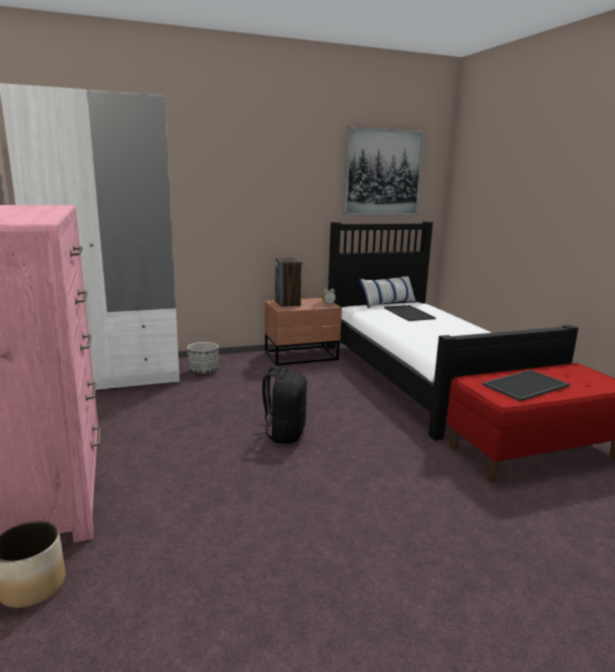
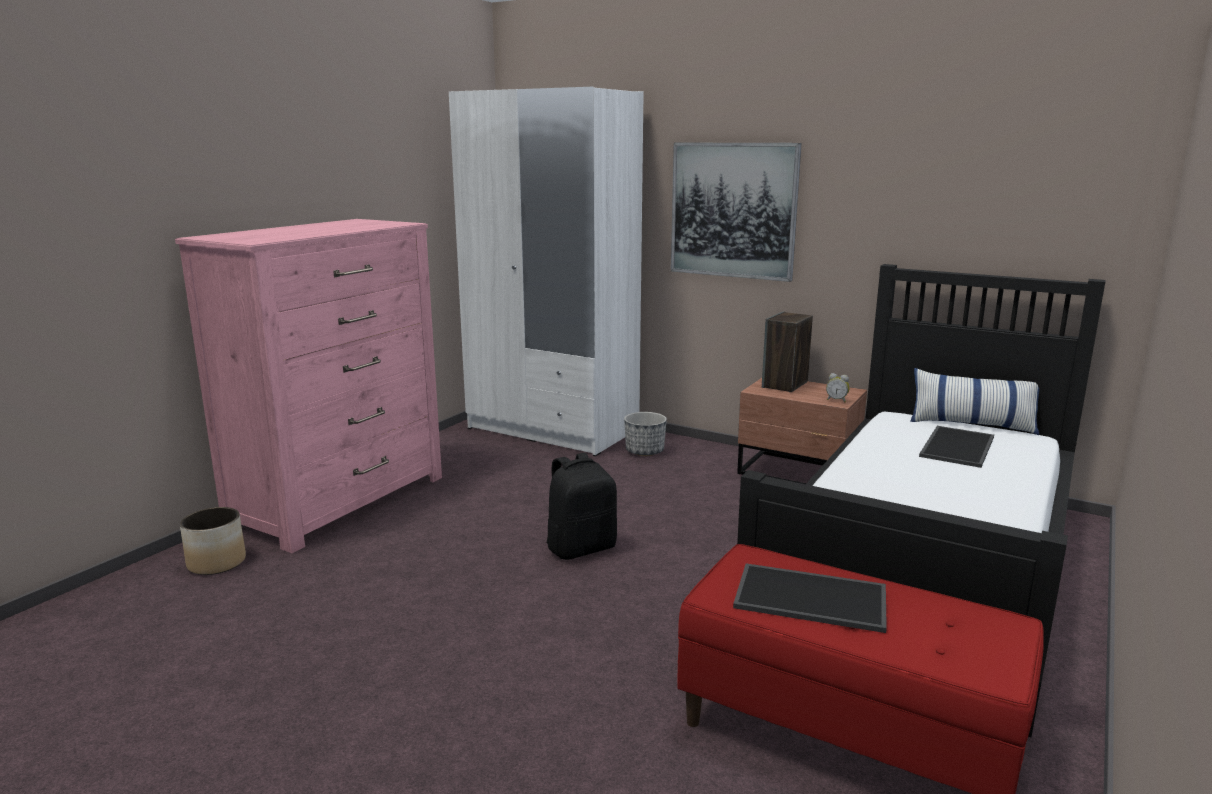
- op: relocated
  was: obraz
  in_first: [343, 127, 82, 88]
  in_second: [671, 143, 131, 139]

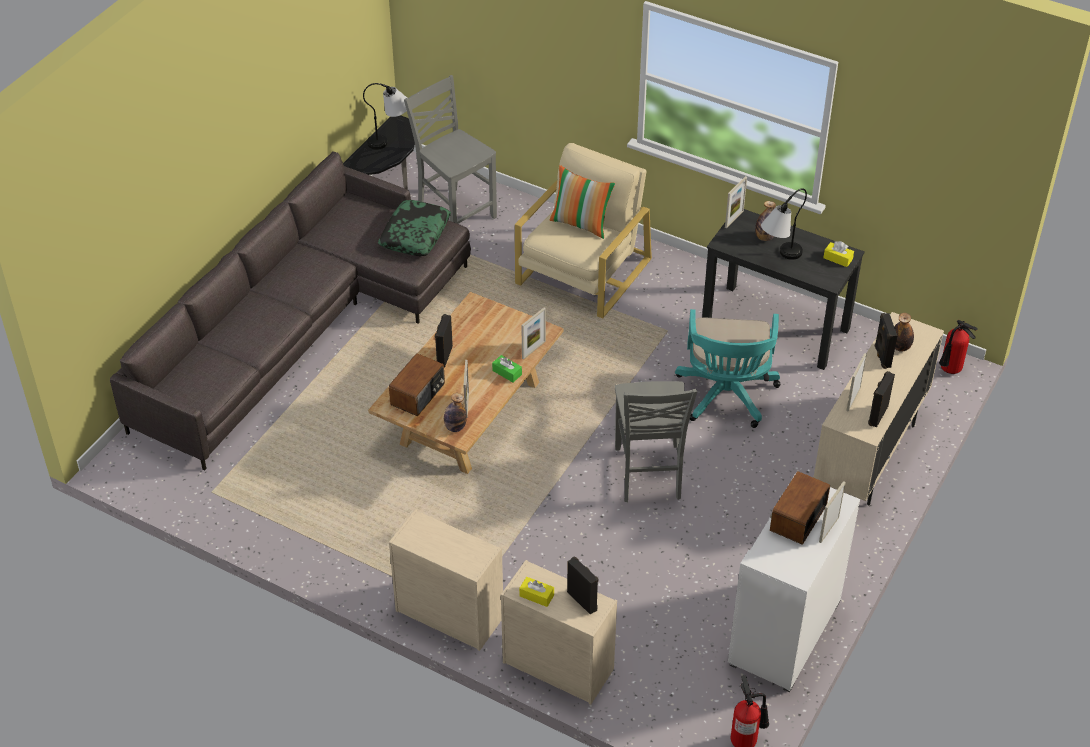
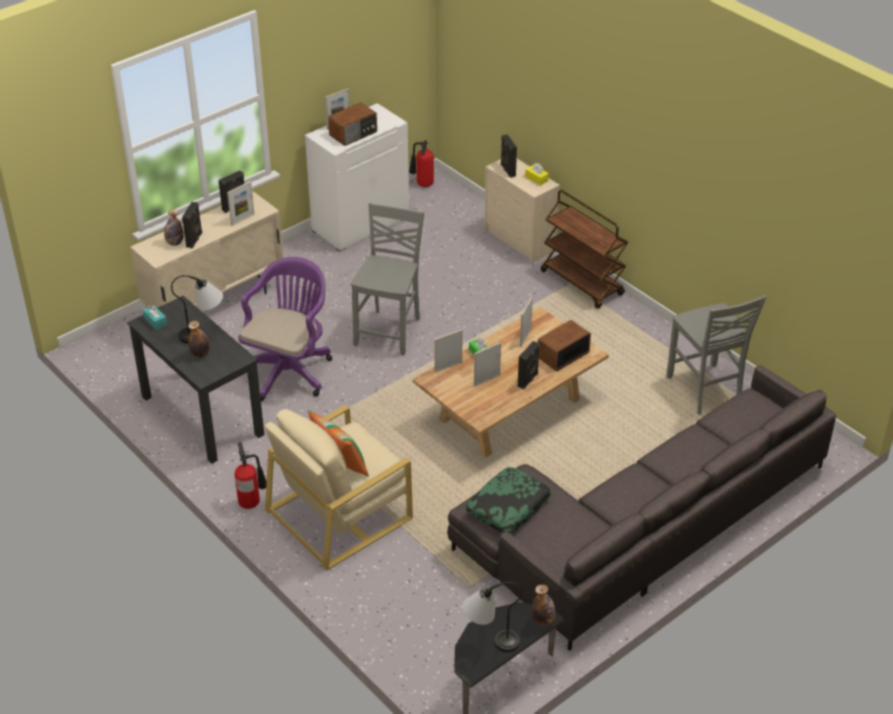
- op: relocated
  was: krzesło [szary]
  in_first: [404, 75, 93, 149]
  in_second: [667, 295, 99, 120]
- op: relocated
  was: ramka na zdjęcie
  in_first: [725, 176, 22, 52]
  in_second: [474, 342, 27, 45]
- op: colour
  was: pudełko chusteczek [żółty]
  now: pudełko chusteczek [turkusowy]
  in_first: [823, 241, 31, 26]
  in_second: [143, 305, 24, 25]
- op: colour
  was: krzesło biurowe [turkusowy]
  now: krzesło biurowe [fioletowy]
  in_first: [675, 309, 106, 119]
  in_second: [238, 257, 94, 144]
- op: relocated
  was: gaśnica
  in_first: [939, 320, 39, 54]
  in_second: [235, 442, 32, 67]
- op: relocated
  was: butelka
  in_first: [444, 393, 23, 39]
  in_second: [532, 584, 23, 42]
- op: exchanged
  was: komoda [beżowy]
  now: wózek [brązowy]
  in_first: [389, 509, 114, 142]
  in_second: [541, 190, 87, 119]

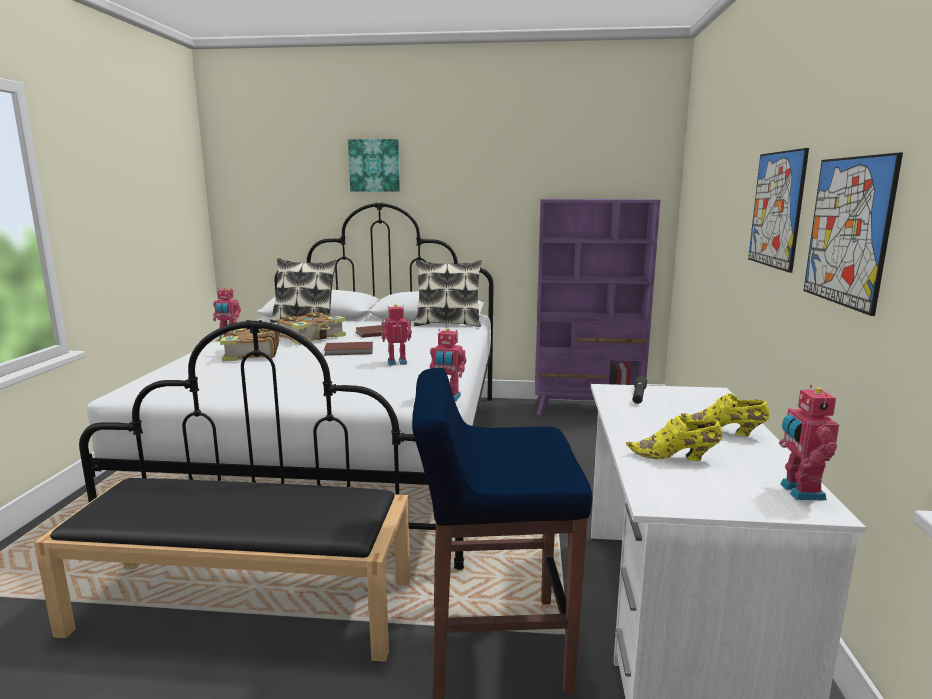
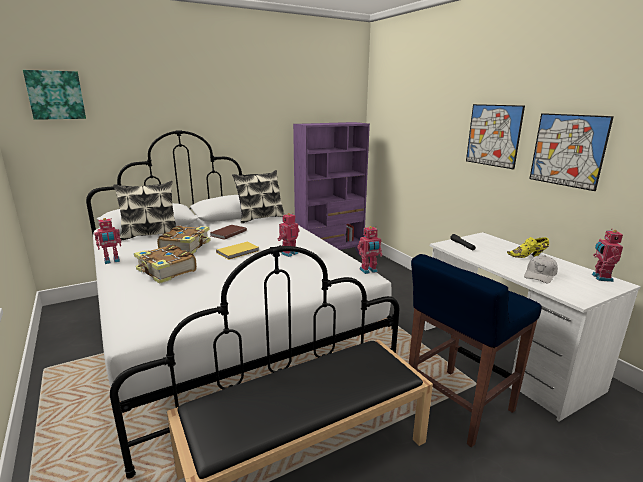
- op: relocated
  was: obraz
  in_first: [348, 139, 52, 53]
  in_second: [23, 70, 63, 50]
- op: colour
  was: książka [brązowy]
  now: książka [żółty]
  in_first: [324, 342, 49, 14]
  in_second: [216, 242, 43, 18]
- op: spun
  was: robot zabawkowy
  in_first: [779, 385, 60, 115]
  in_second: [592, 229, 31, 53]
  clockwise: 45
- op: exchanged
  was: but [żółty]
  now: czapka z daszkiem [biały]
  in_first: [626, 416, 96, 45]
  in_second: [524, 255, 34, 29]

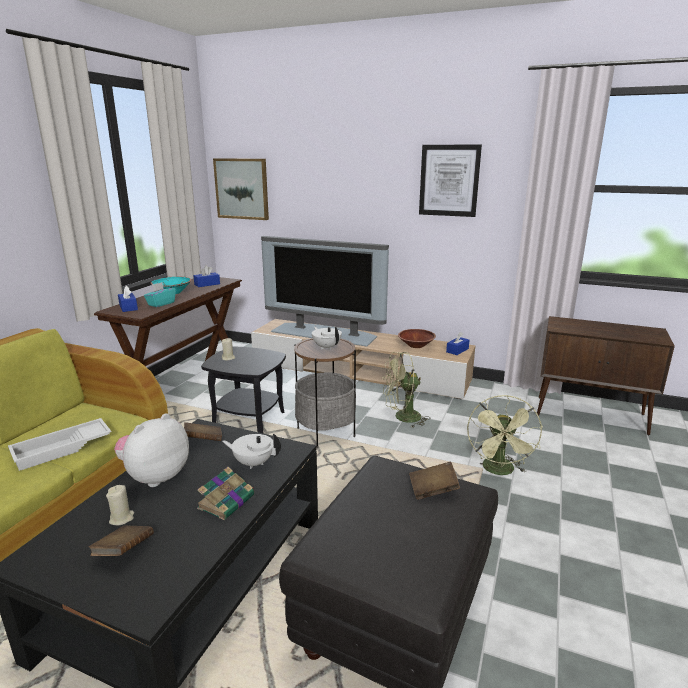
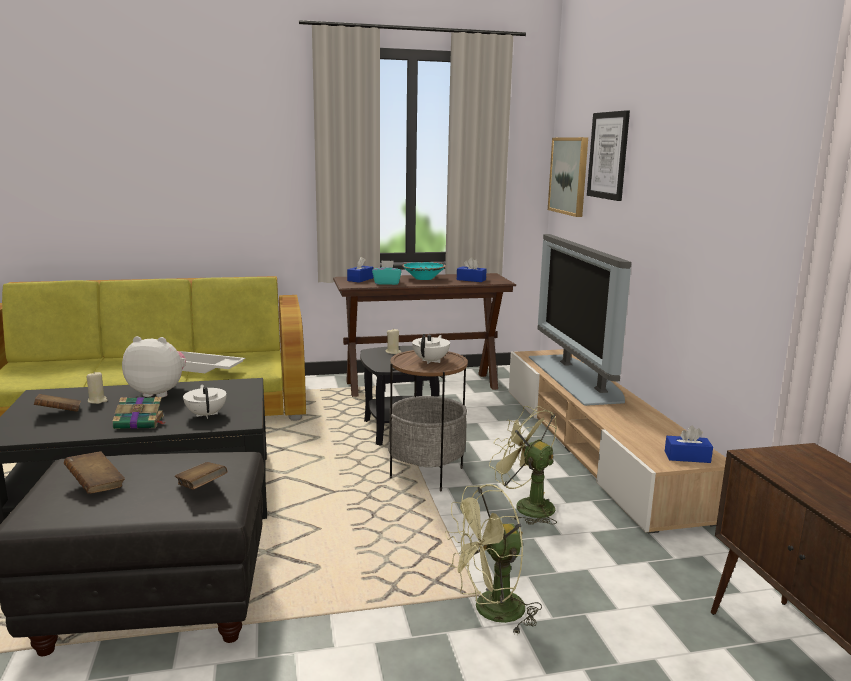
- op: relocated
  was: obraz
  in_first: [419, 145, 63, 72]
  in_second: [587, 110, 43, 91]
- op: missing
  was: miska [brązowy]
  in_first: [398, 329, 38, 19]
- op: relocated
  was: książka [brązowy]
  in_first: [184, 422, 38, 19]
  in_second: [64, 451, 61, 43]

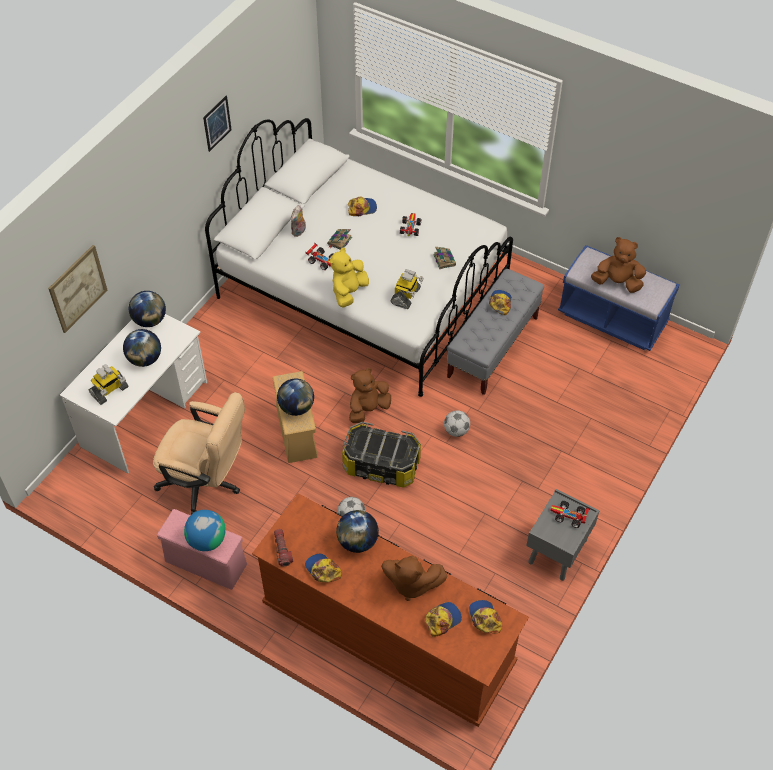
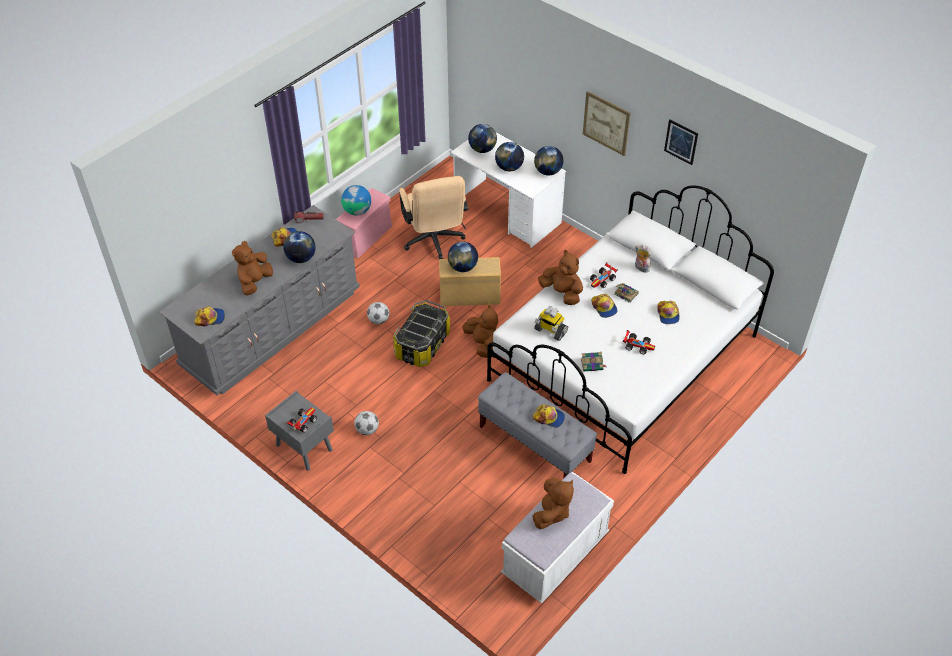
- op: relocated
  was: obraz
  in_first: [48, 245, 59, 88]
  in_second: [583, 91, 48, 65]
- op: colour
  was: ławka [niebieski]
  now: ławka [biały]
  in_first: [558, 245, 121, 106]
  in_second: [501, 472, 113, 132]
- op: colour
  was: pluszak [żółty]
  now: pluszak [brązowy]
  in_first: [330, 248, 39, 59]
  in_second: [538, 250, 45, 55]
- op: exchanged
  was: robot zabawkowy
  now: globus
  in_first: [88, 364, 41, 41]
  in_second: [468, 124, 29, 29]
- op: spun
  was: krzesło biurowe [beżowy]
  in_first: [153, 392, 92, 123]
  in_second: [399, 176, 69, 83]
  clockwise: -45
- op: relocated
  was: piłka futbolowa
  in_first: [444, 411, 26, 26]
  in_second: [354, 411, 25, 24]
- op: colour
  was: komoda [brązowy]
  now: komoda [szary]
  in_first: [252, 493, 277, 234]
  in_second: [159, 205, 201, 190]
- op: relocated
  was: czapka z daszkiem
  in_first: [425, 602, 37, 35]
  in_second: [591, 294, 27, 24]

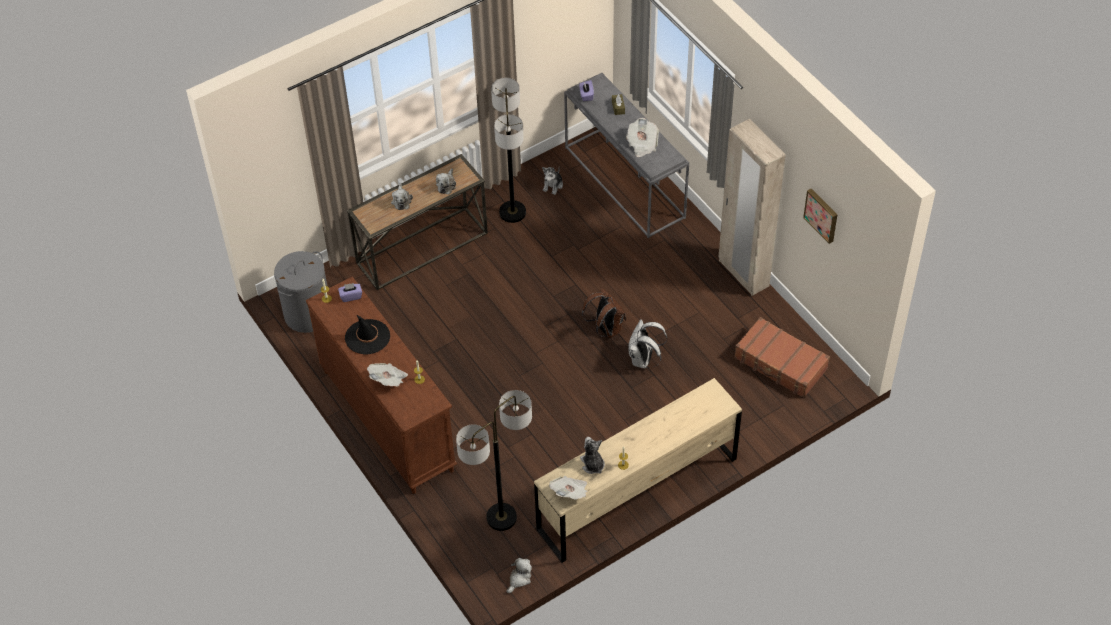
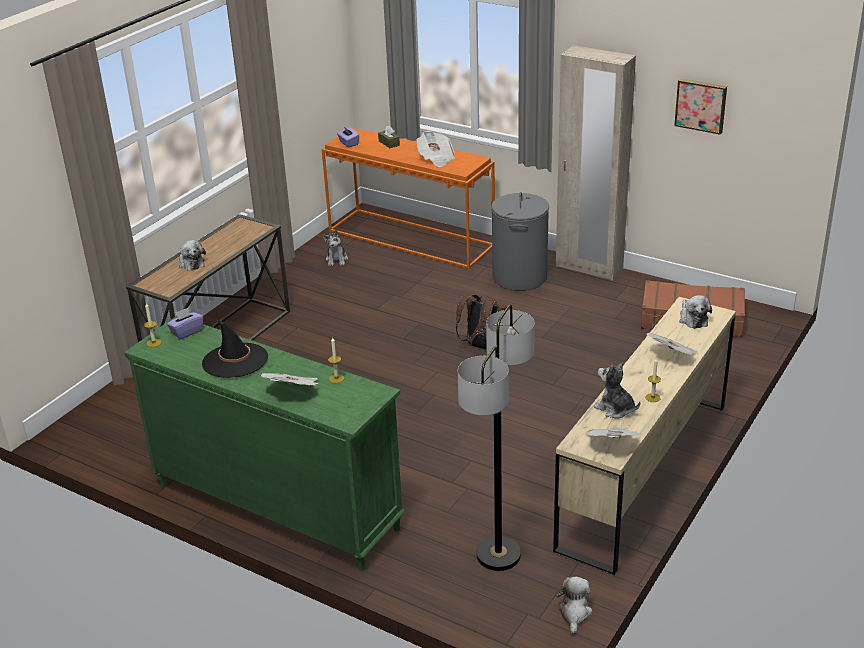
- op: colour
  was: stolik konsolowy [szary]
  now: stolik konsolowy [pomarańczowy]
  in_first: [564, 73, 125, 165]
  in_second: [322, 128, 173, 142]
- op: missing
  was: lampa stojąca
  in_first: [491, 78, 35, 145]
- op: relocated
  was: pluszak
  in_first: [436, 168, 20, 27]
  in_second: [679, 295, 33, 34]
- op: relocated
  was: kosz na pranie [szary]
  in_first: [274, 251, 53, 82]
  in_second: [491, 192, 58, 99]
- op: colour
  was: komoda [brązowy]
  now: komoda [zielony]
  in_first: [306, 277, 151, 217]
  in_second: [124, 316, 282, 255]
- op: missing
  was: plecak [biały]
  in_first: [628, 319, 39, 49]
- op: appeared
  now: gazeta
  in_second: [646, 333, 52, 23]

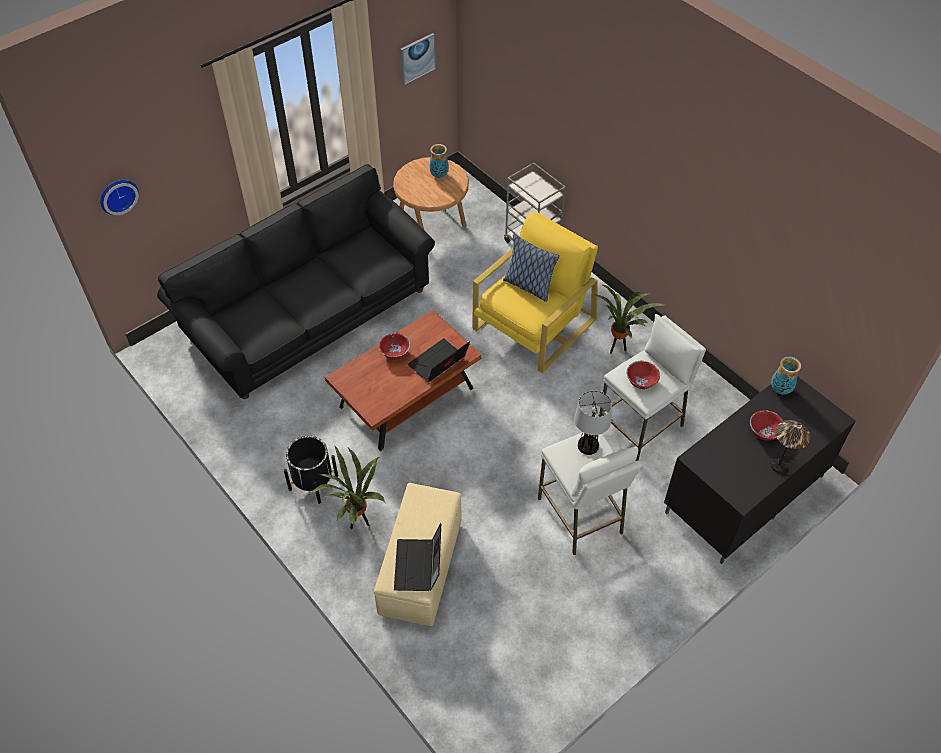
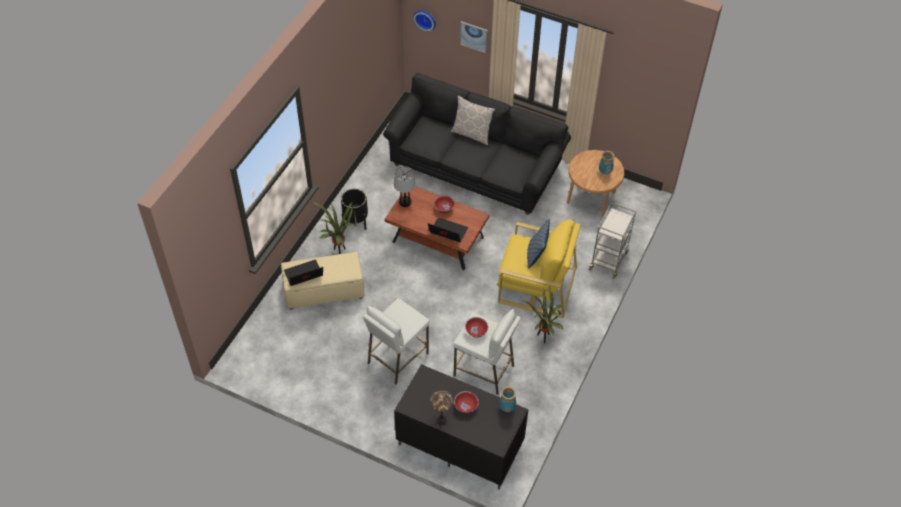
- op: relocated
  was: obraz
  in_first: [400, 33, 36, 52]
  in_second: [460, 21, 28, 32]
- op: relocated
  was: lampa stołowa
  in_first: [574, 390, 38, 65]
  in_second: [394, 166, 21, 41]
- op: appeared
  now: poduszka
  in_second: [451, 95, 44, 51]

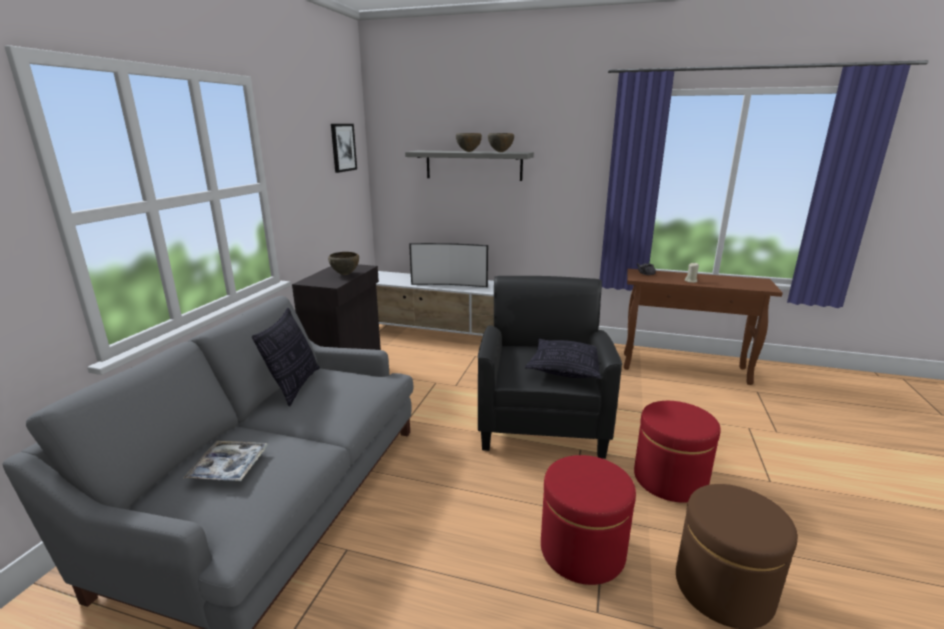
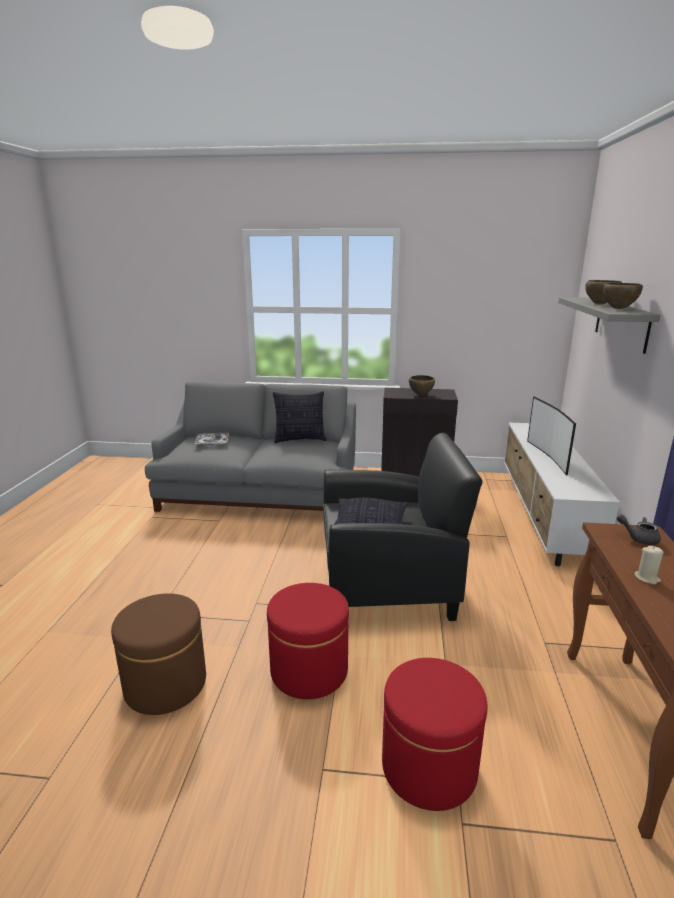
- op: missing
  was: obraz
  in_first: [331, 124, 26, 49]
- op: relocated
  was: pufa [czerwony]
  in_first: [541, 455, 95, 130]
  in_second: [382, 658, 105, 153]

